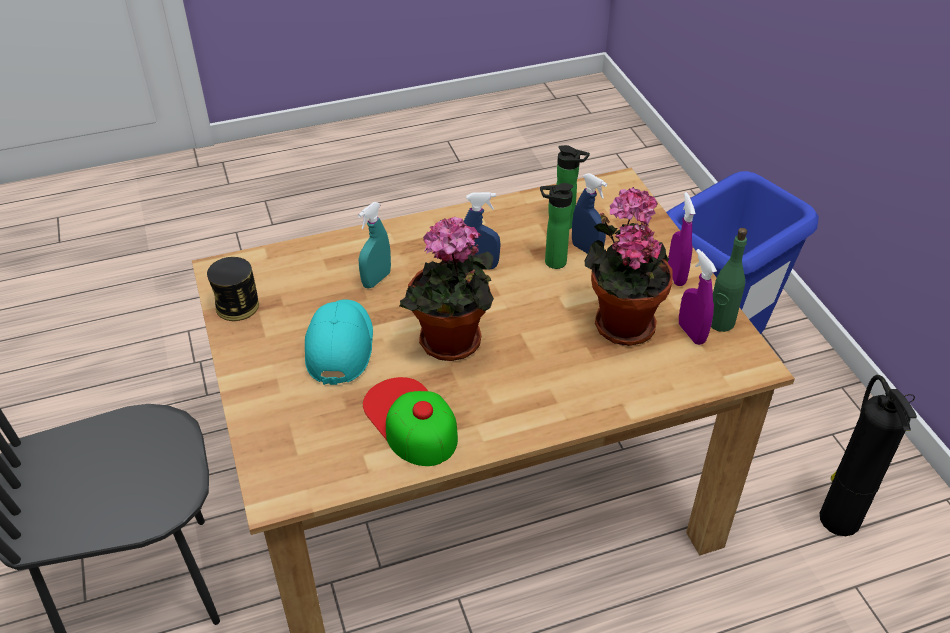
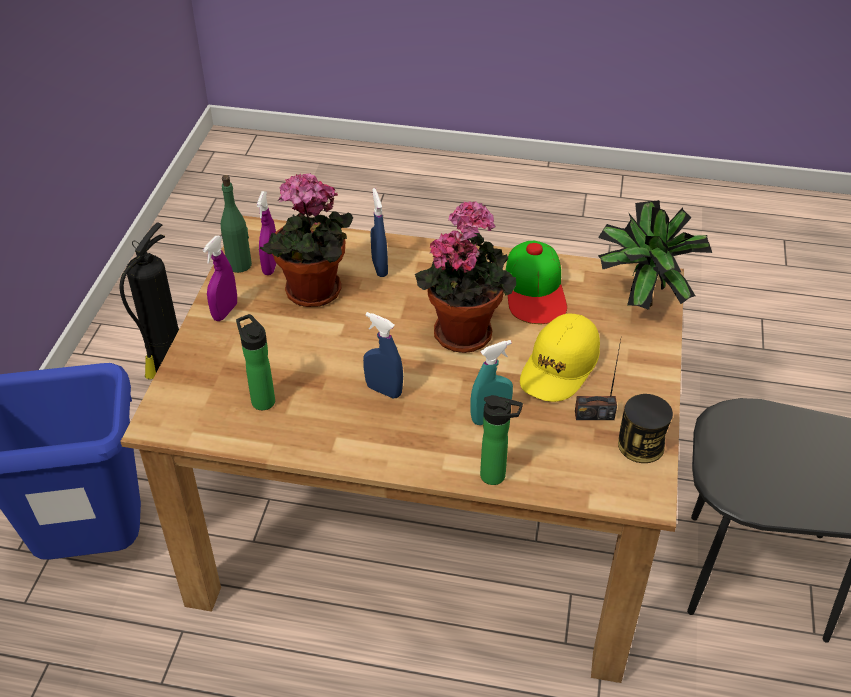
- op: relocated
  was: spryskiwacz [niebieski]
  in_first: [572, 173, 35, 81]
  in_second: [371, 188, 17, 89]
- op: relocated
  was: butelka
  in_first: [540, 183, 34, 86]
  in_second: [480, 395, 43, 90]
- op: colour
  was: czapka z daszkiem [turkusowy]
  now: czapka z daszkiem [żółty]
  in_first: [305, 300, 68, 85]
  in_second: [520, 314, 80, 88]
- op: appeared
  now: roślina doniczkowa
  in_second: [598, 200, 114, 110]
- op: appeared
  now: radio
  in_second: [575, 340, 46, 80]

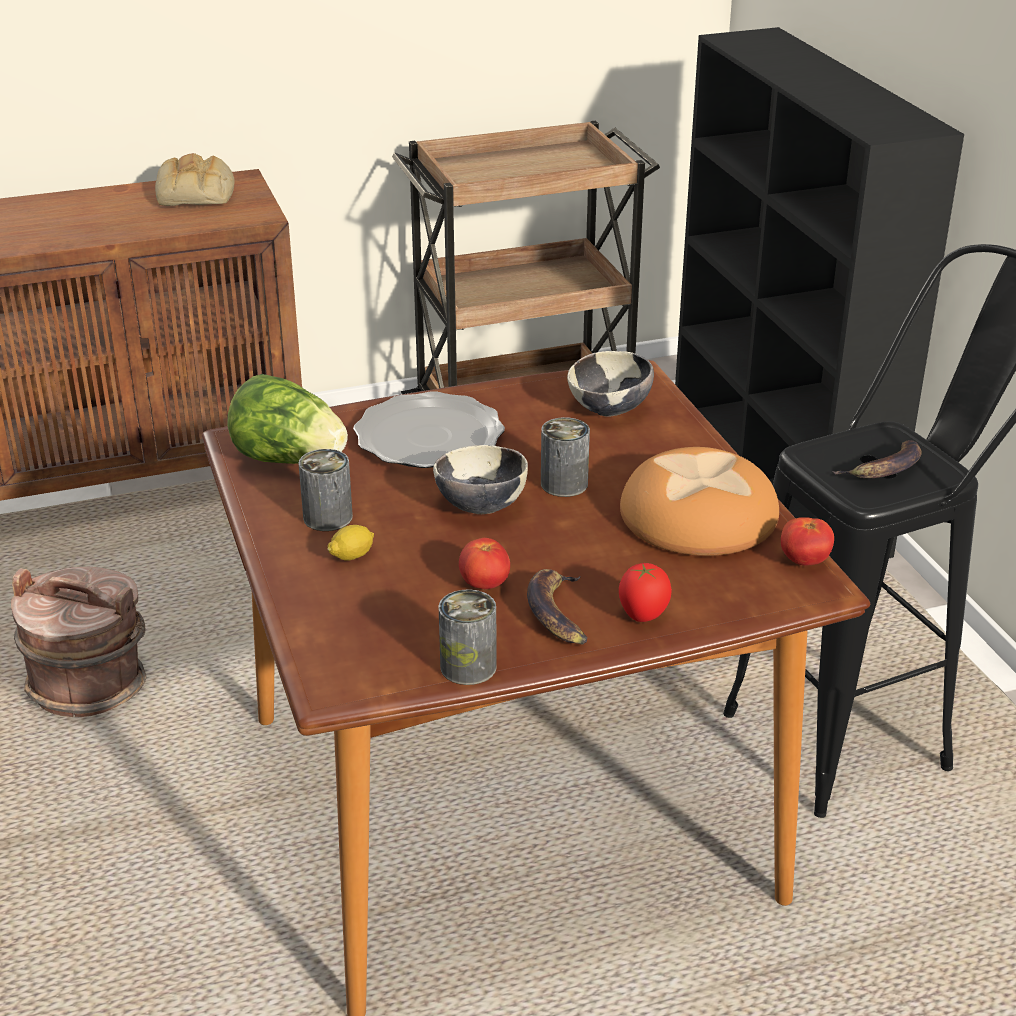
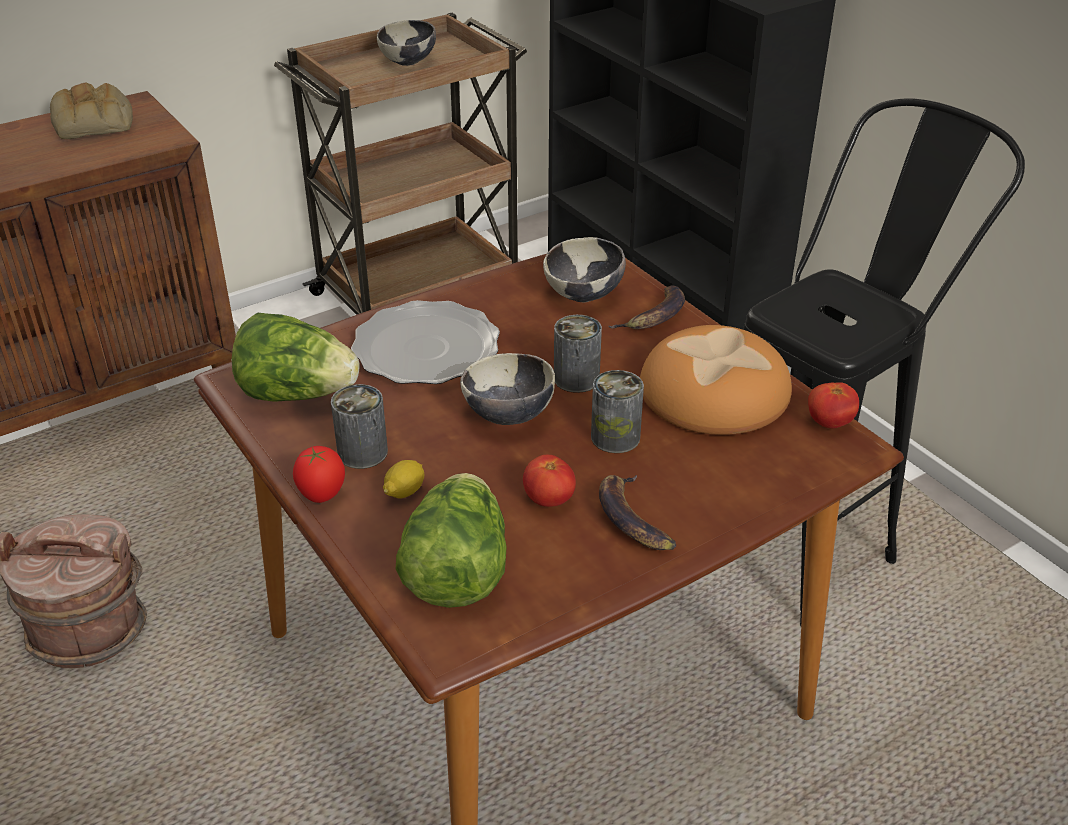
- op: relocated
  was: banan
  in_first: [832, 440, 90, 38]
  in_second: [609, 286, 76, 43]
- op: relocated
  was: pomidor
  in_first: [619, 563, 53, 59]
  in_second: [293, 446, 52, 57]
- op: relocated
  was: puszka
  in_first: [438, 589, 59, 96]
  in_second: [591, 370, 53, 83]
- op: appeared
  now: miska
  in_second: [377, 20, 59, 46]
- op: appeared
  now: sałata
  in_second: [396, 473, 111, 135]

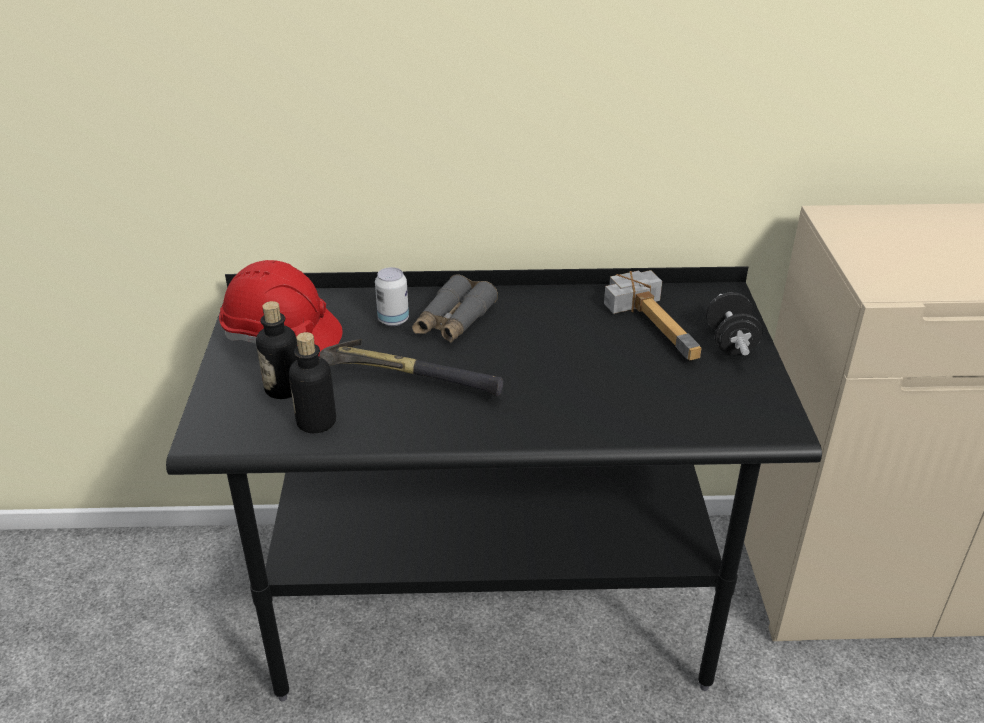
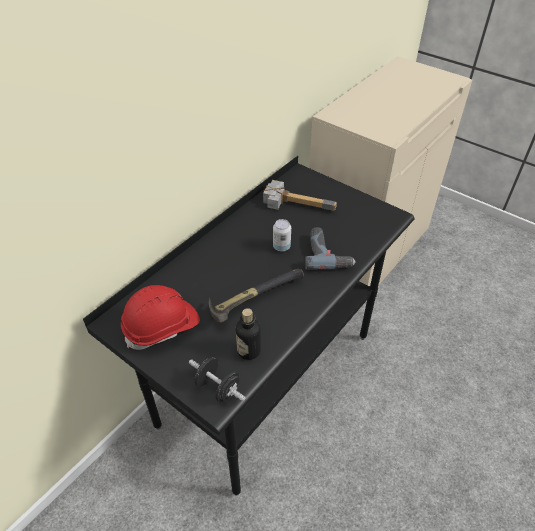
- op: relocated
  was: puszka
  in_first: [375, 267, 34, 59]
  in_second: [273, 219, 18, 32]
- op: missing
  was: lornetka [szary]
  in_first: [412, 274, 86, 69]
- op: relocated
  was: hantel [czarny]
  in_first: [706, 292, 57, 64]
  in_second: [189, 357, 57, 45]
- op: missing
  was: butelka
  in_first: [256, 301, 42, 98]
- op: appeared
  now: wiertarka
  in_second: [305, 227, 51, 43]

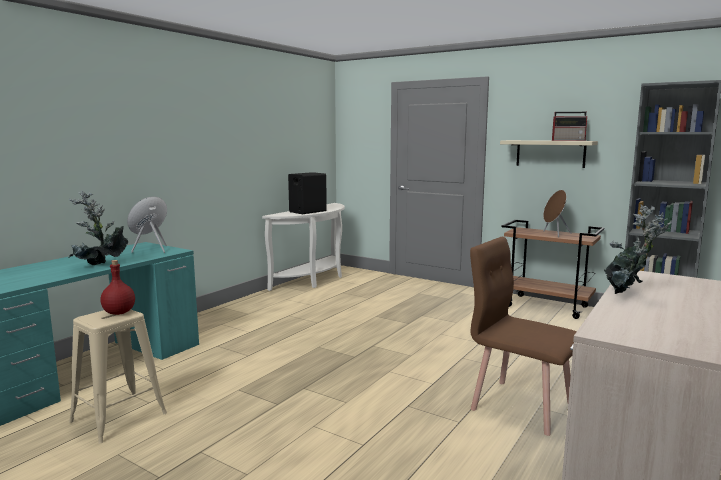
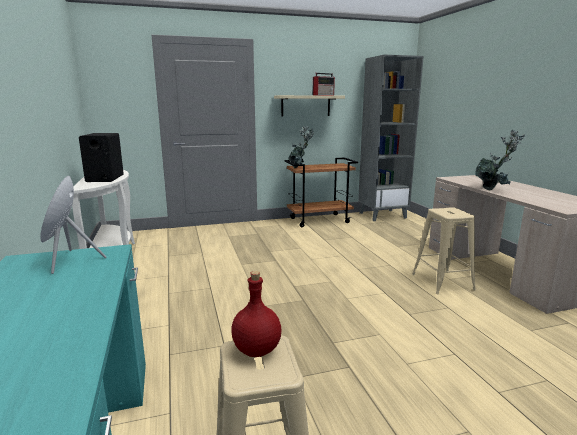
- op: missing
  was: głośnik [brązowy]
  in_first: [543, 190, 28, 47]
- op: relocated
  was: roślina doniczkowa
  in_first: [69, 191, 59, 74]
  in_second: [288, 126, 26, 43]
- op: exchanged
  was: krzesło [brązowy]
  now: stołek [beżowy]
  in_first: [470, 237, 107, 199]
  in_second: [412, 207, 64, 87]

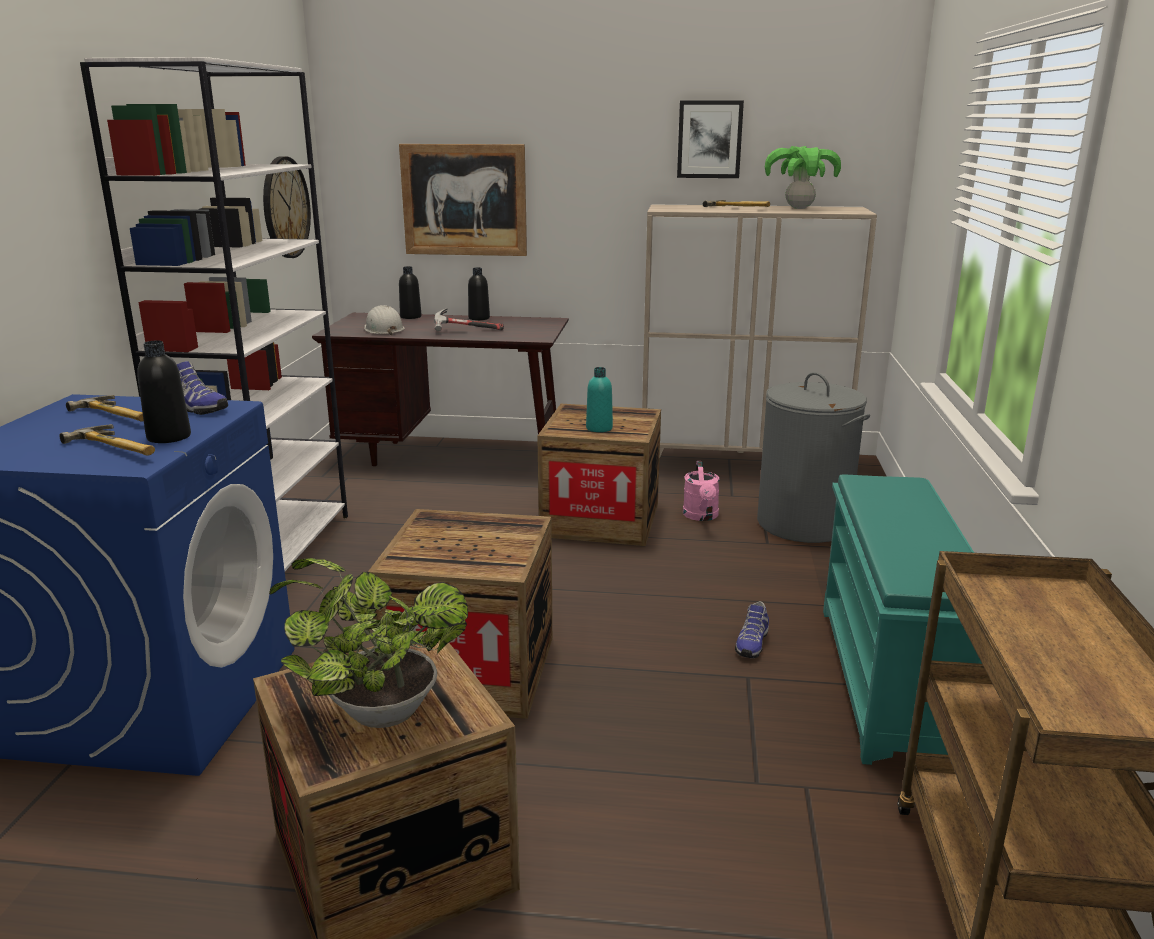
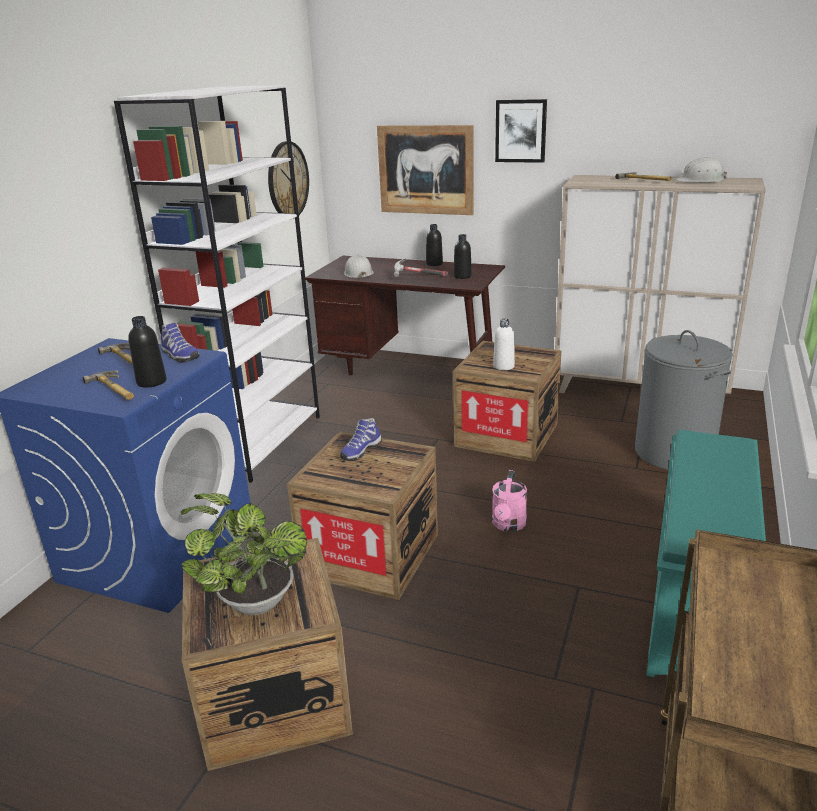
- op: relocated
  was: obraz
  in_first: [677, 100, 67, 78]
  in_second: [495, 99, 52, 64]
- op: exchanged
  was: roślina doniczkowa
  now: kask [biały]
  in_first: [765, 146, 76, 63]
  in_second: [674, 157, 53, 26]
- op: relocated
  was: butelka [czarny]
  in_first: [399, 266, 23, 53]
  in_second: [454, 234, 18, 45]
- op: colour
  was: butelka [turkusowy]
  now: butelka [biały]
  in_first: [586, 367, 27, 65]
  in_second: [493, 319, 22, 51]
- op: relocated
  was: konewka [różowy]
  in_first: [683, 461, 37, 60]
  in_second: [492, 470, 35, 62]
- op: relocated
  was: but
  in_first: [735, 602, 34, 56]
  in_second: [340, 418, 42, 43]

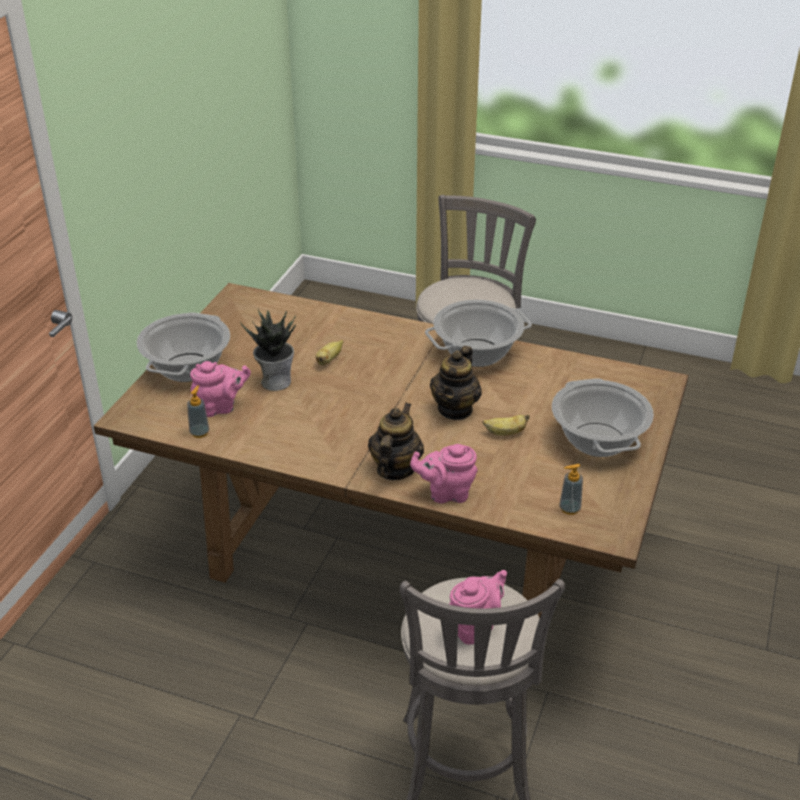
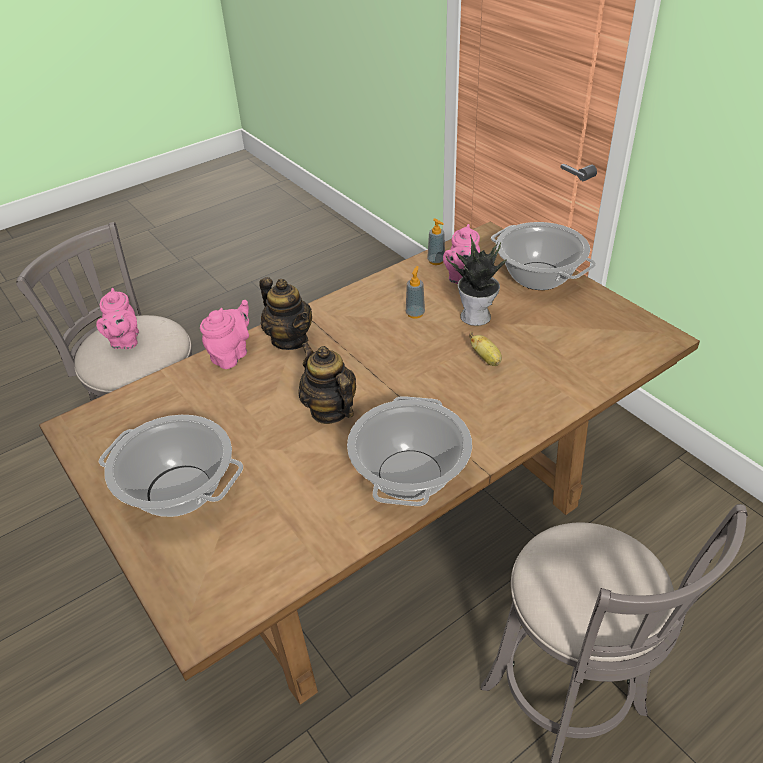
- op: missing
  was: banan
  in_first: [482, 414, 48, 22]
- op: relocated
  was: dozownik mydła
  in_first: [559, 464, 24, 51]
  in_second: [406, 266, 19, 53]

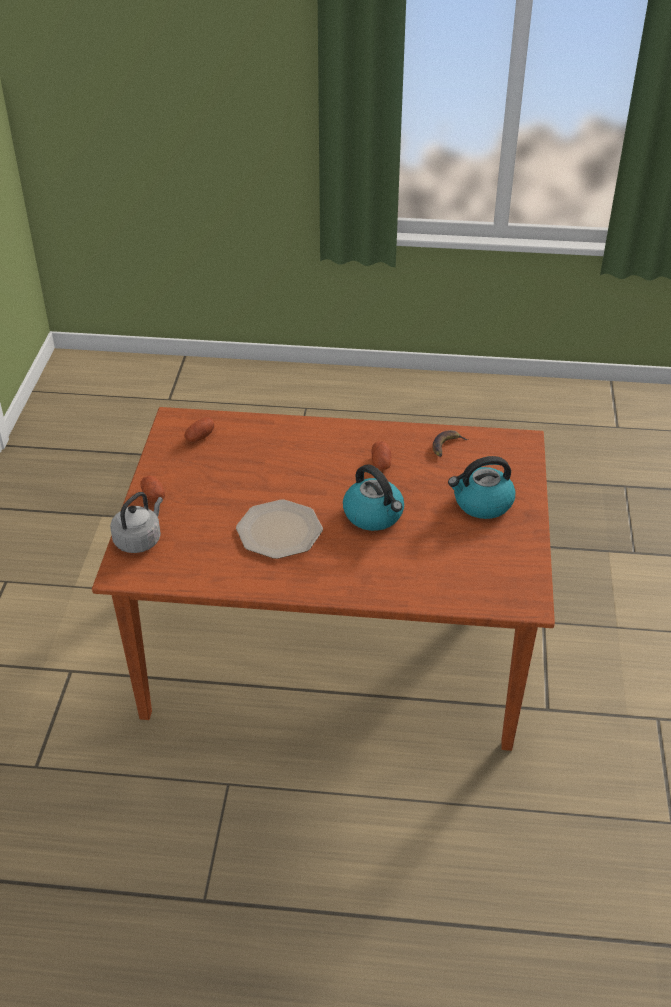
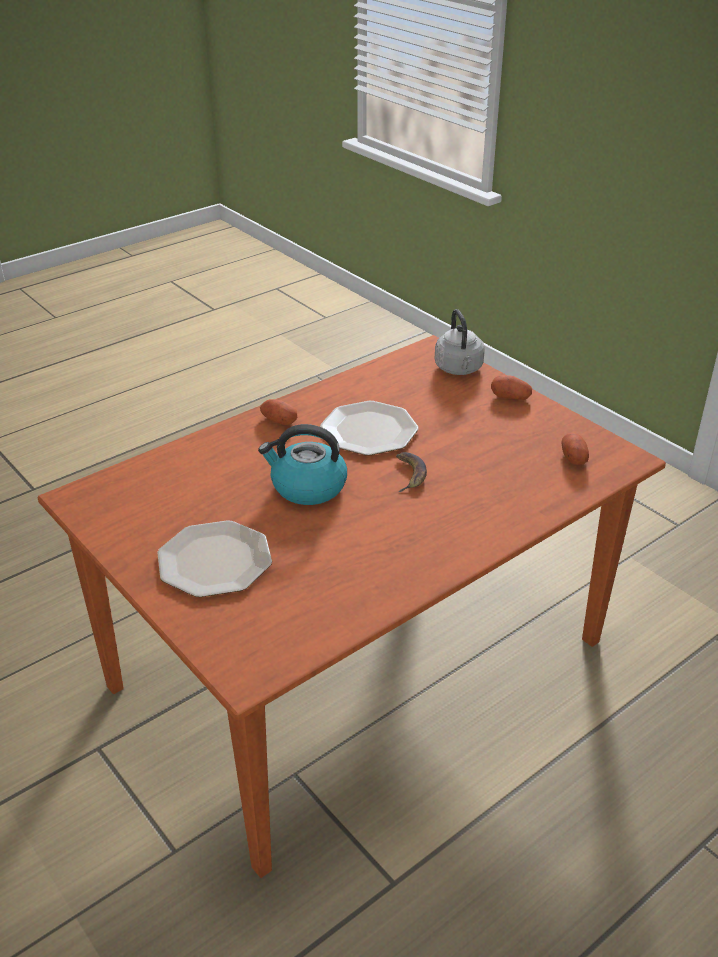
- op: relocated
  was: banan
  in_first: [433, 430, 35, 27]
  in_second: [396, 452, 31, 40]
- op: relocated
  was: ziemniak
  in_first: [372, 441, 19, 29]
  in_second: [260, 399, 37, 26]
- op: exchanged
  was: czajnik
  now: talerz
  in_first: [448, 456, 68, 63]
  in_second: [157, 520, 115, 77]

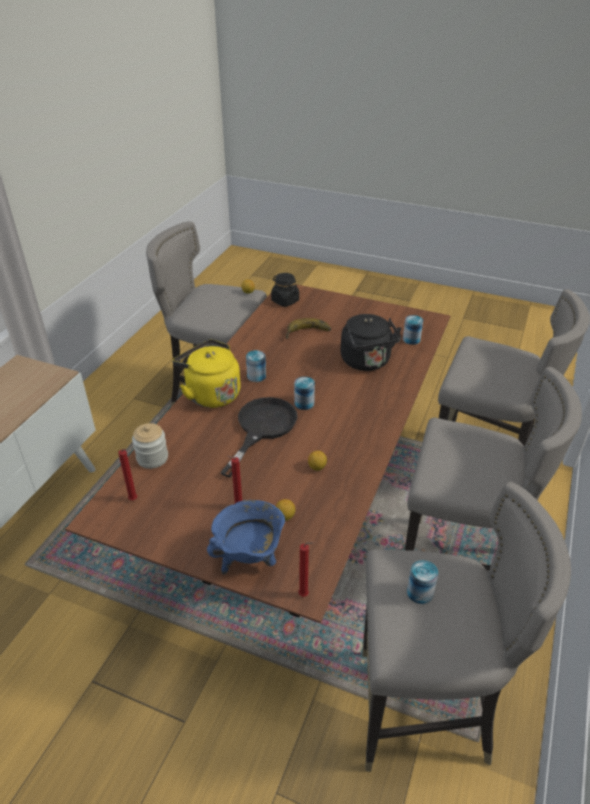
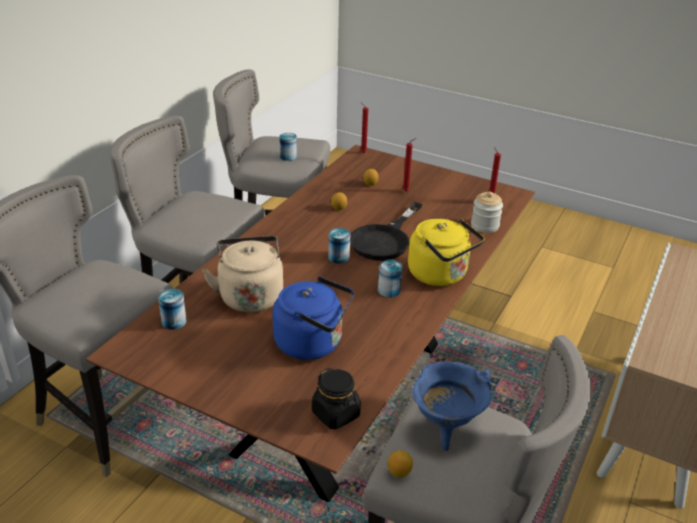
- op: colour
  was: czajnik [czarny]
  now: czajnik [beżowy]
  in_first: [340, 314, 62, 57]
  in_second: [202, 236, 81, 77]
- op: exchanged
  was: banan
  now: czajnik [niebieski]
  in_first: [286, 318, 45, 21]
  in_second: [273, 276, 81, 84]
- op: relocated
  was: garnek [niebieski]
  in_first: [207, 500, 78, 75]
  in_second: [412, 362, 80, 89]

